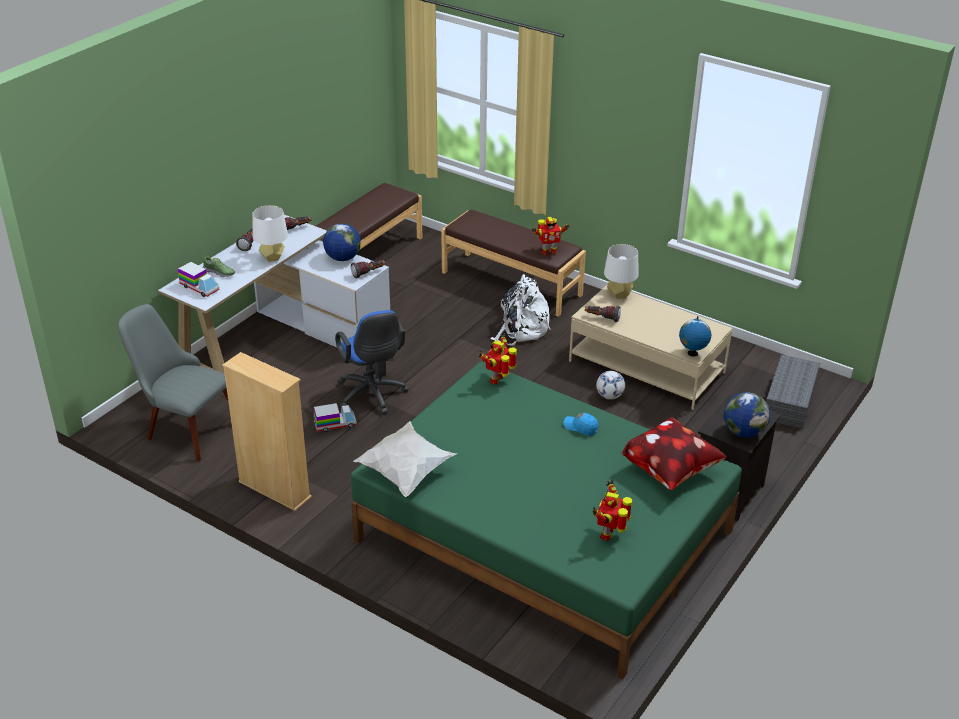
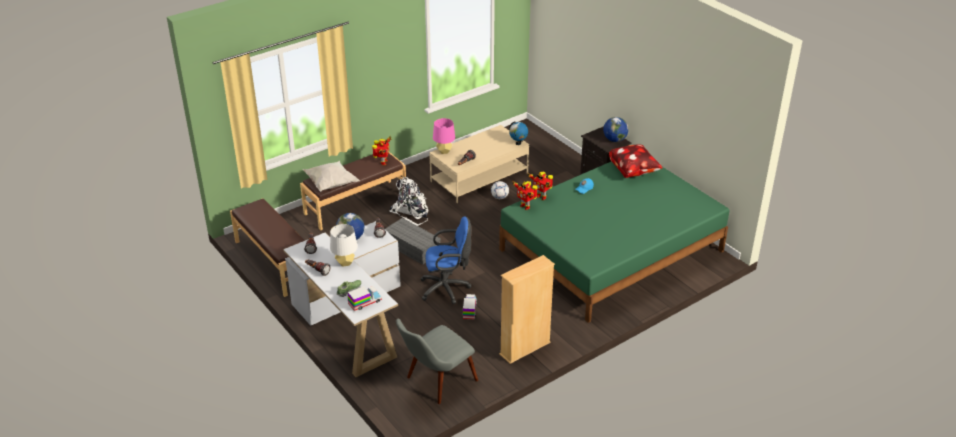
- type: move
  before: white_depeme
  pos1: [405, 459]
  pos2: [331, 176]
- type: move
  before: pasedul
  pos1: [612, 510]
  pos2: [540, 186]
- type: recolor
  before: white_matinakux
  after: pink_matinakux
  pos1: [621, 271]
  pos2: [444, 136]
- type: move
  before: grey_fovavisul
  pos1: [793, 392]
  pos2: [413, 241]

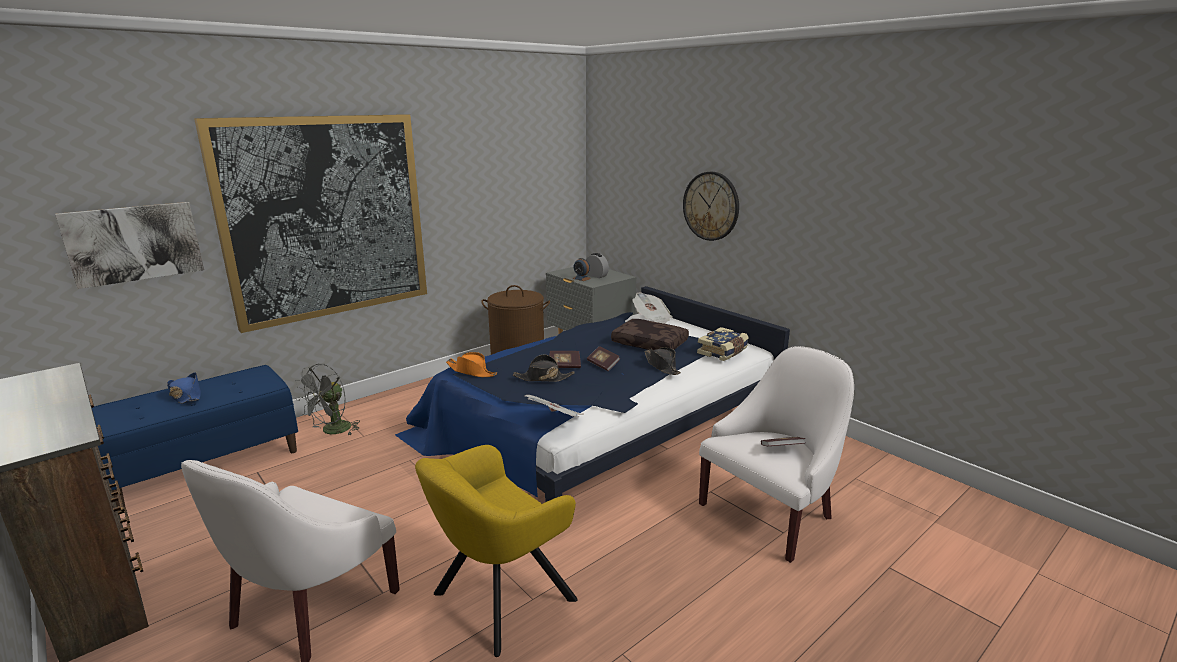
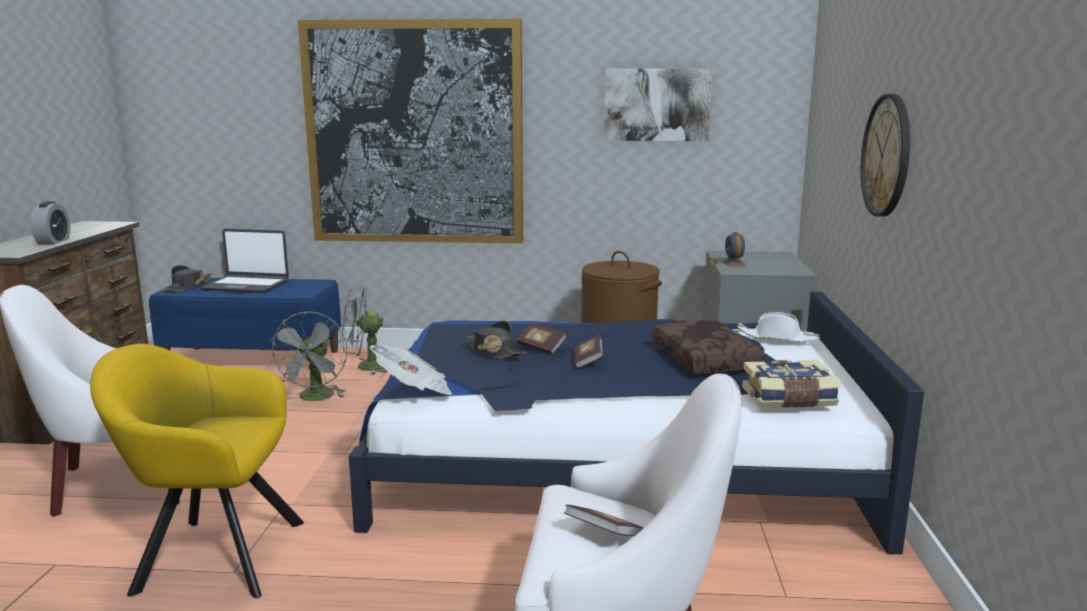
- type: move
  before: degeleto
  pos1: [129, 245]
  pos2: [658, 105]
- type: replace
  before: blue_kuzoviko
  after: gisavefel
  pos1: [184, 388]
  pos2: [245, 261]
- type: delete
  before: orange_kuzoviko
  pos1: [471, 364]
- type: move
  before: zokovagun
  pos1: [597, 265]
  pos2: [50, 223]
- type: replace
  before: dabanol
  after: white_kuzoviko
  pos1: [652, 308]
  pos2: [778, 327]
- type: move
  before: black_kuzoviko
  pos1: [662, 361]
  pos2: [187, 278]
- type: insert
  after: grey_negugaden
  pos2: [308, 356]

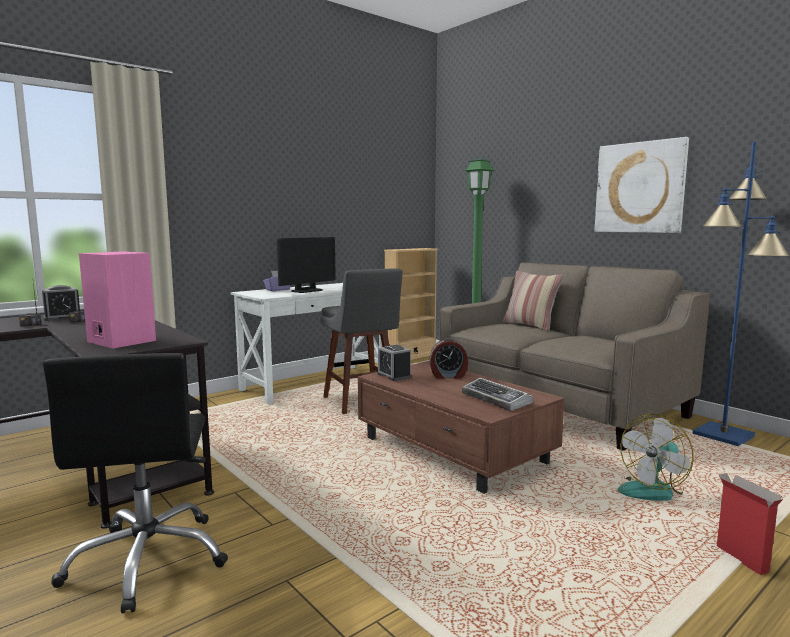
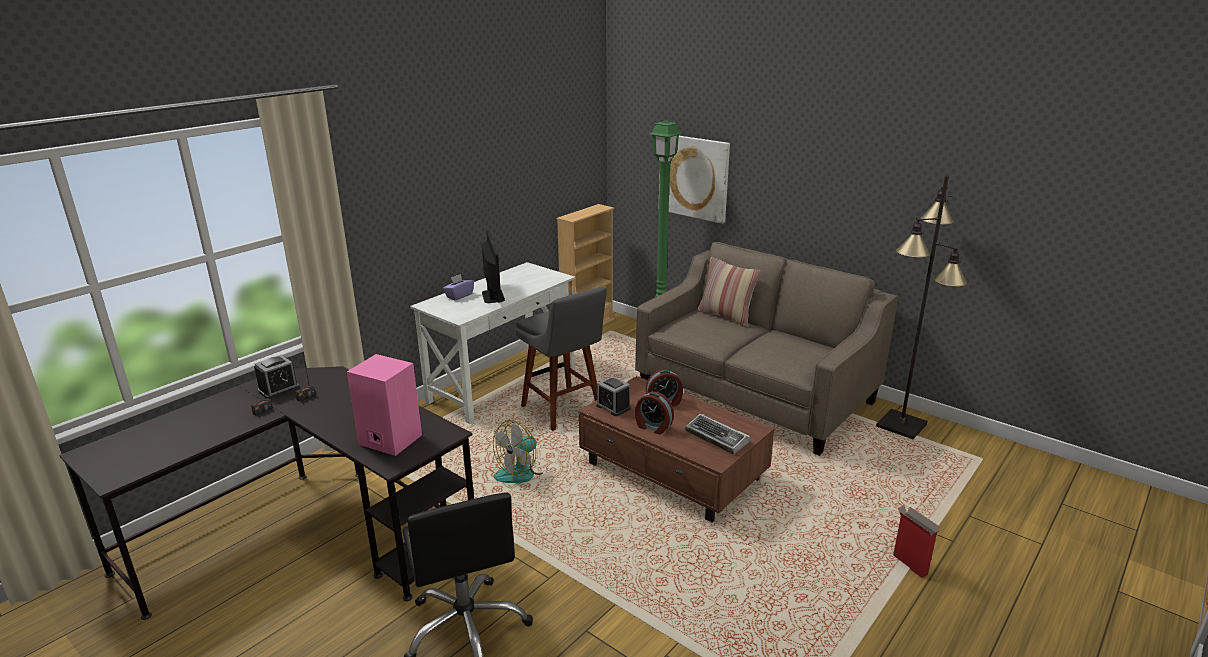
- type: rotate
  before: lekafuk
  pos1: [306, 265]
  pos2: [493, 266]
  turn: -45
- type: move
  before: degeleto
  pos1: [641, 185]
  pos2: [694, 180]
- type: move
  before: negugaden
  pos1: [656, 457]
  pos2: [520, 451]
- type: recolor
  before: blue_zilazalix
  after: black_zilazalix
  pos1: [741, 294]
  pos2: [921, 307]
- type: insert
  after: zokovagun
  pos2: [654, 413]

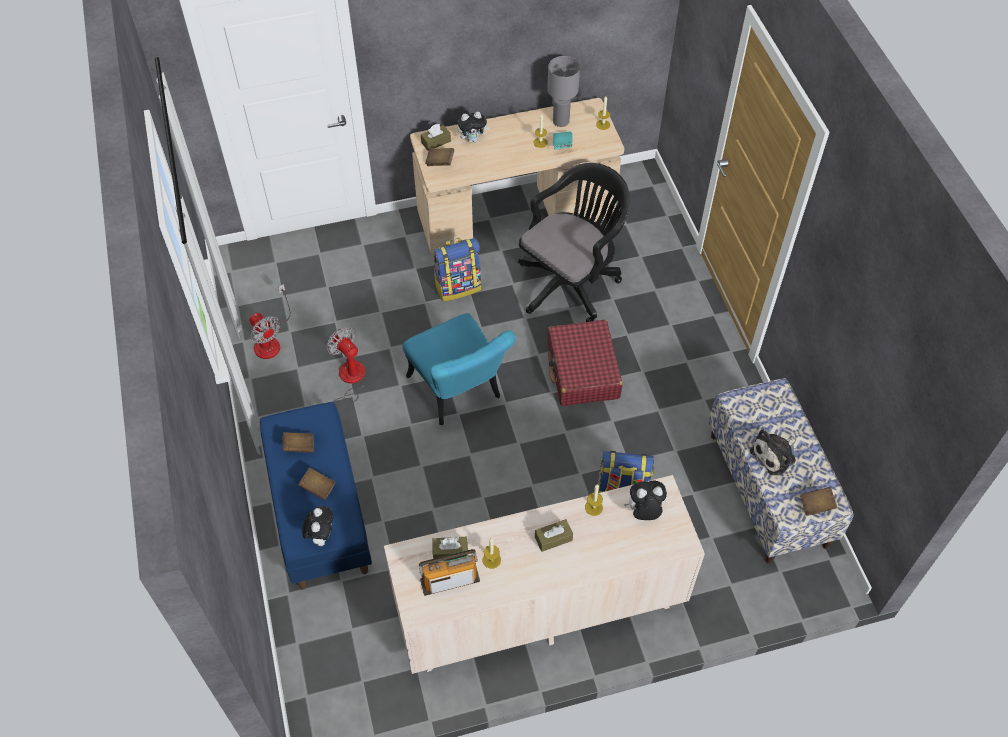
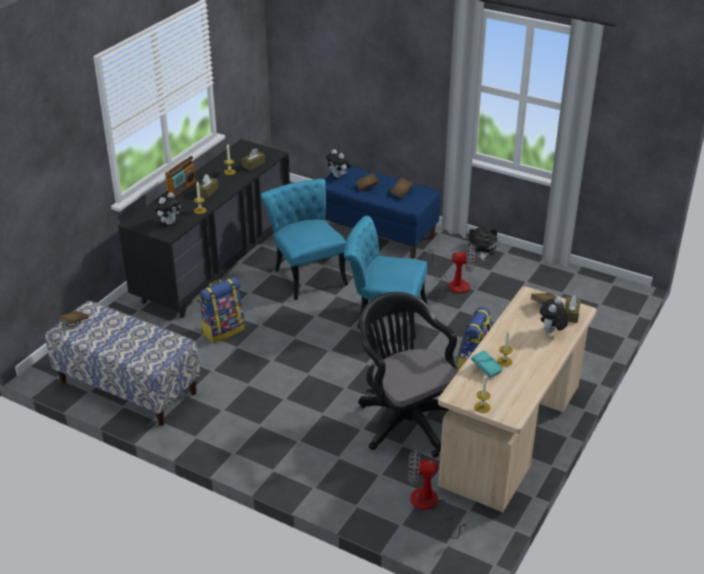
- type: move
  before: negugaden
  pos1: [270, 321]
  pos2: [437, 494]
- type: recolor
  before: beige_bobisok
  after: black_bobisok
  pos1: [544, 574]
  pos2: [204, 228]
- type: move
  before: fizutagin
  pos1: [449, 572]
  pos2: [181, 176]
- type: rotate
  before: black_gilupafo
  pos1: [574, 242]
  pos2: [408, 375]
  turn: 150
- type: delete
  before: grey_matinakux
  pos1: [563, 91]
- type: delete
  before: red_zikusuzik
  pos1: [585, 363]
- type: move
  before: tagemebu
  pos1: [773, 452]
  pos2: [482, 244]
- type: insert
  after: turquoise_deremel
  pos2: [304, 239]

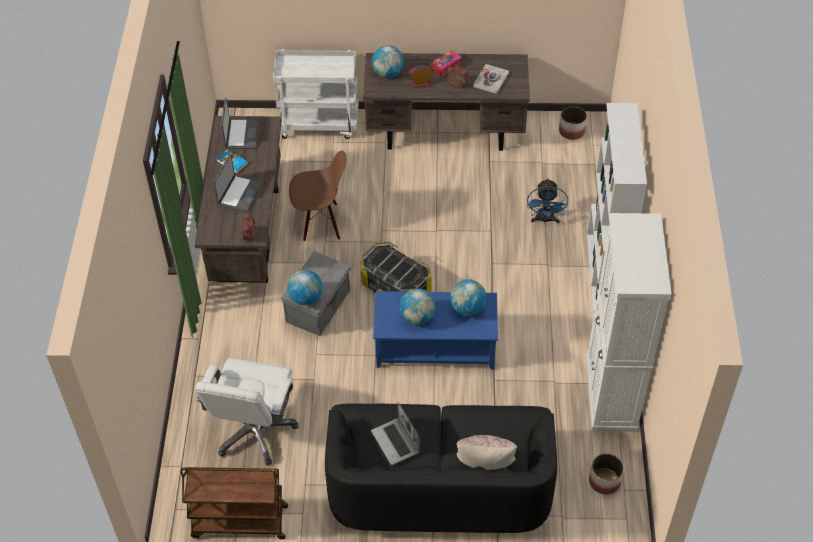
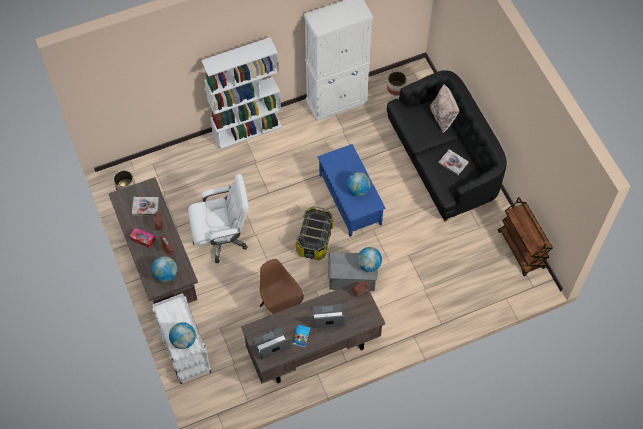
- type: move
  before: white_gilupafo
  pos1: [247, 412]
  pos2: [218, 218]
- type: replace
  before: gisavefel
  after: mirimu
  pos1: [395, 433]
  pos2: [453, 162]
- type: move
  before: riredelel
  pos1: [468, 298]
  pos2: [182, 335]
- type: delete
  before: blue_negugaden
  pos1: [547, 201]

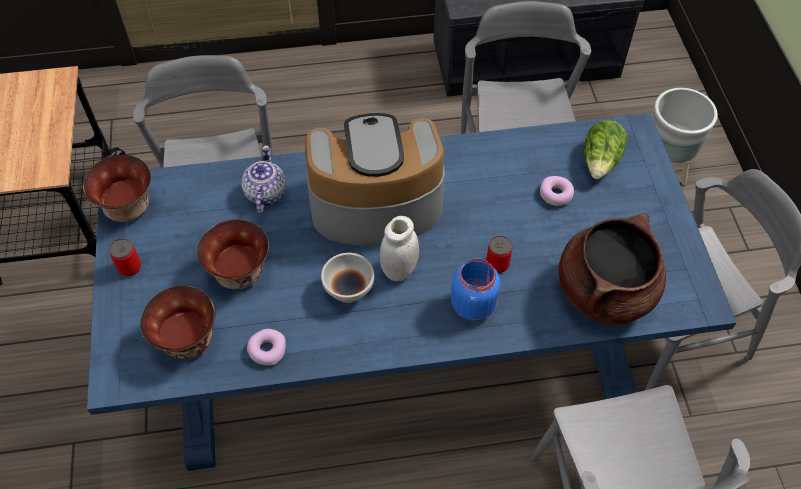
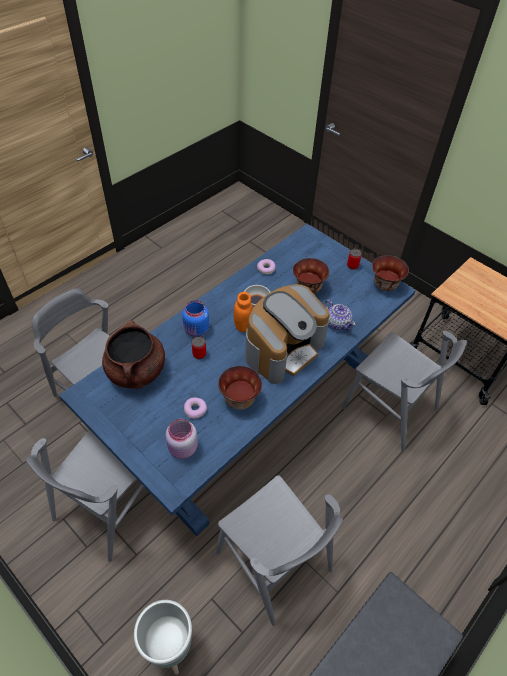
- type: move
  before: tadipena
  pos1: [178, 322]
  pos2: [240, 388]
- type: recolor
  before: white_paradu
  after: orange_paradu
  pos1: [399, 249]
  pos2: [243, 312]
- type: replace
  before: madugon
  after: pink_paradu
  pos1: [606, 149]
  pos2: [182, 439]

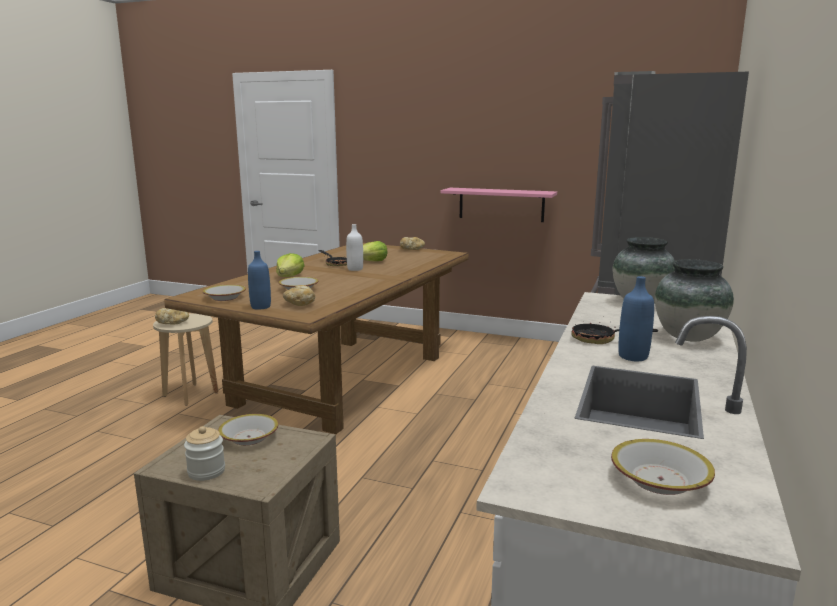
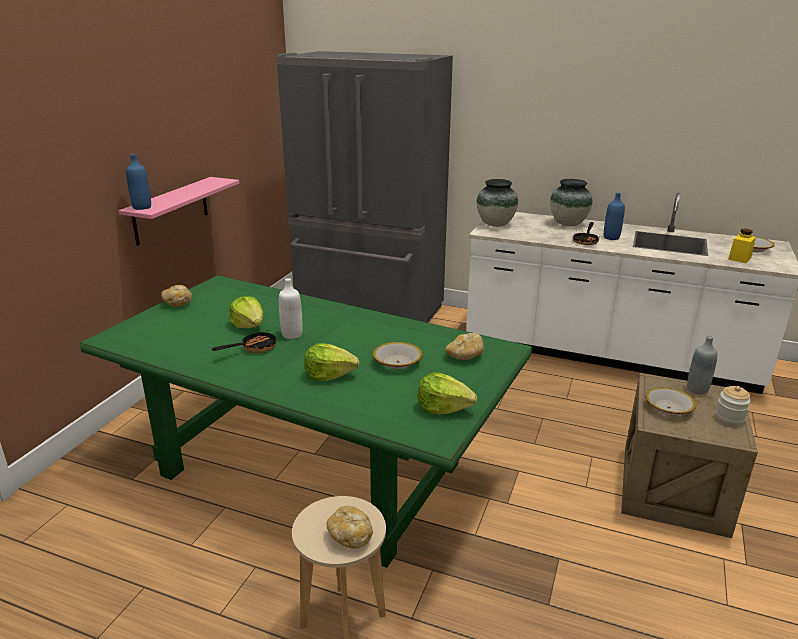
- type: recolor
  before: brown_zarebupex
  after: green_zarebupex
  pos1: [316, 338]
  pos2: [305, 421]
- type: replace
  before: tadipena
  after: madugon
  pos1: [224, 293]
  pos2: [447, 393]
- type: move
  before: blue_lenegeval
  pos1: [259, 280]
  pos2: [138, 182]
- type: insert
  after: grey_lenegeval
  pos2: [702, 365]
- type: insert
  after: yellow_paradu
  pos2: [742, 246]

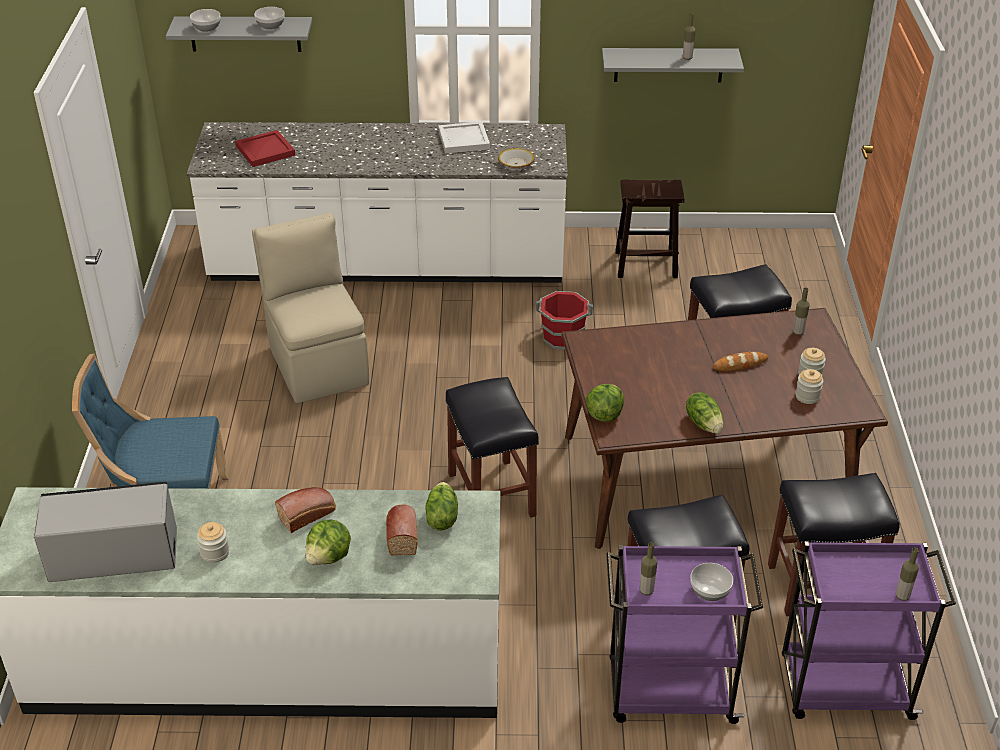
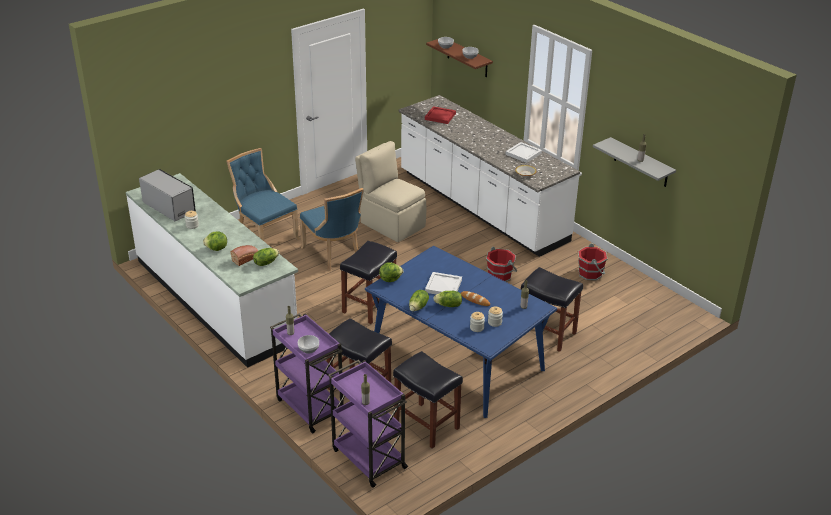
- type: recolor
  before: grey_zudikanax
  after: brown_zudikanax
  pos1: [239, 34]
  pos2: [459, 58]
- type: rotate
  before: beige_deremel
  pos1: [310, 308]
  pos2: [390, 191]
  turn: -75
- type: delete
  before: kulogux
  pos1: [305, 510]
- type: recolor
  before: brown_zarebupex
  after: blue_zarebupex
  pos1: [724, 428]
  pos2: [461, 331]
- type: replace
  before: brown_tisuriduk
  after: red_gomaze
  pos1: [650, 228]
  pos2: [593, 262]
- type: insert
  after: blue_deremel
  pos2: [332, 229]
- type: insert
  after: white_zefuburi
  pos2: [443, 283]
- type: insert
  after: madugon
  pos2: [447, 299]

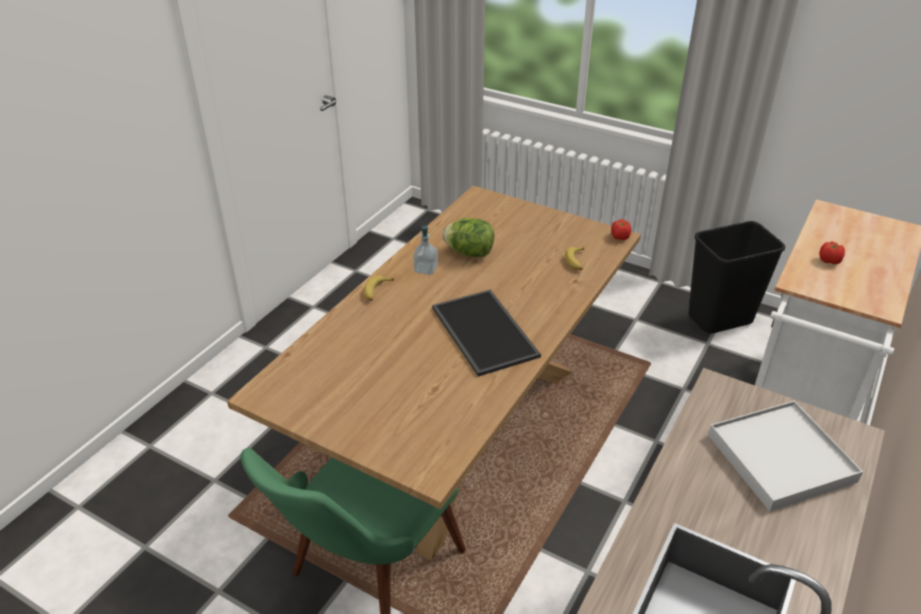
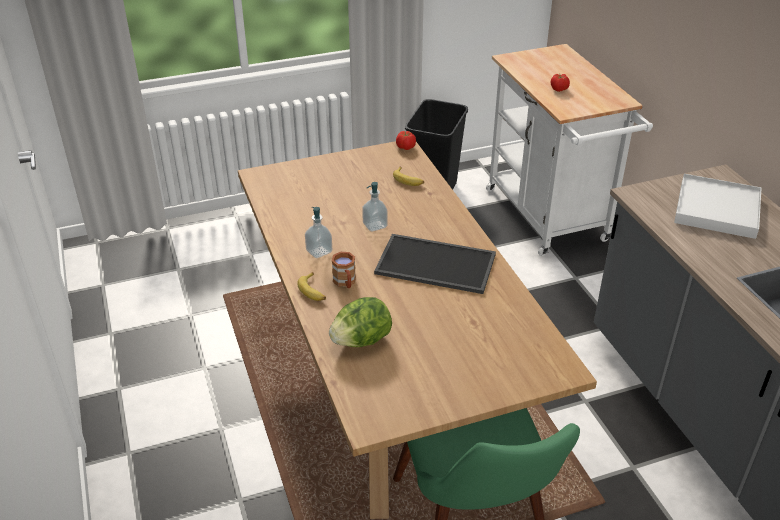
- type: move
  before: madugon
  pos1: [468, 237]
  pos2: [360, 322]
- type: insert
  after: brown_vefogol
  pos2: [344, 270]
- type: insert
  after: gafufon
  pos2: [375, 207]

